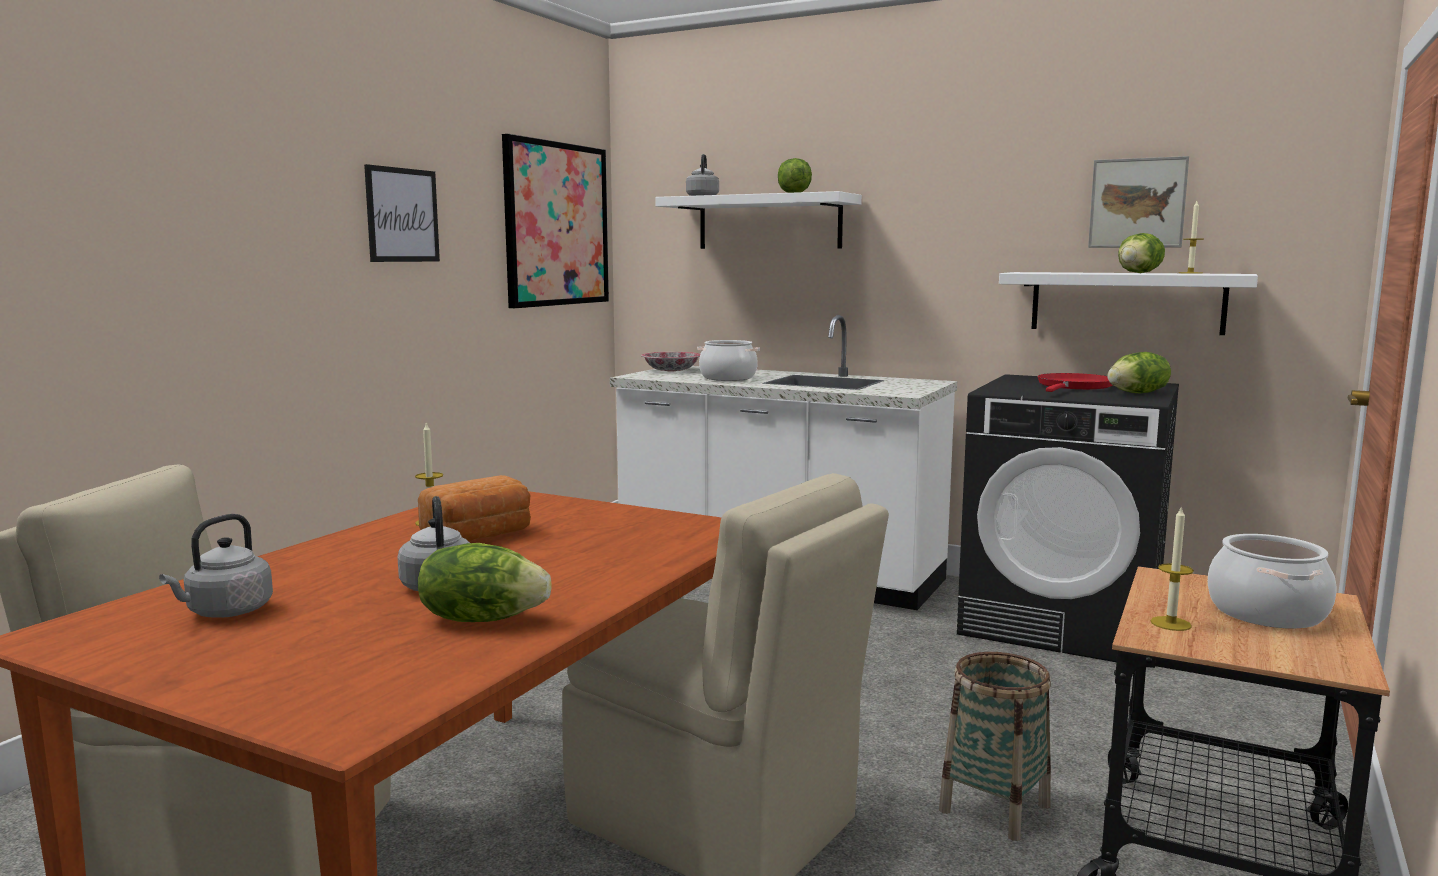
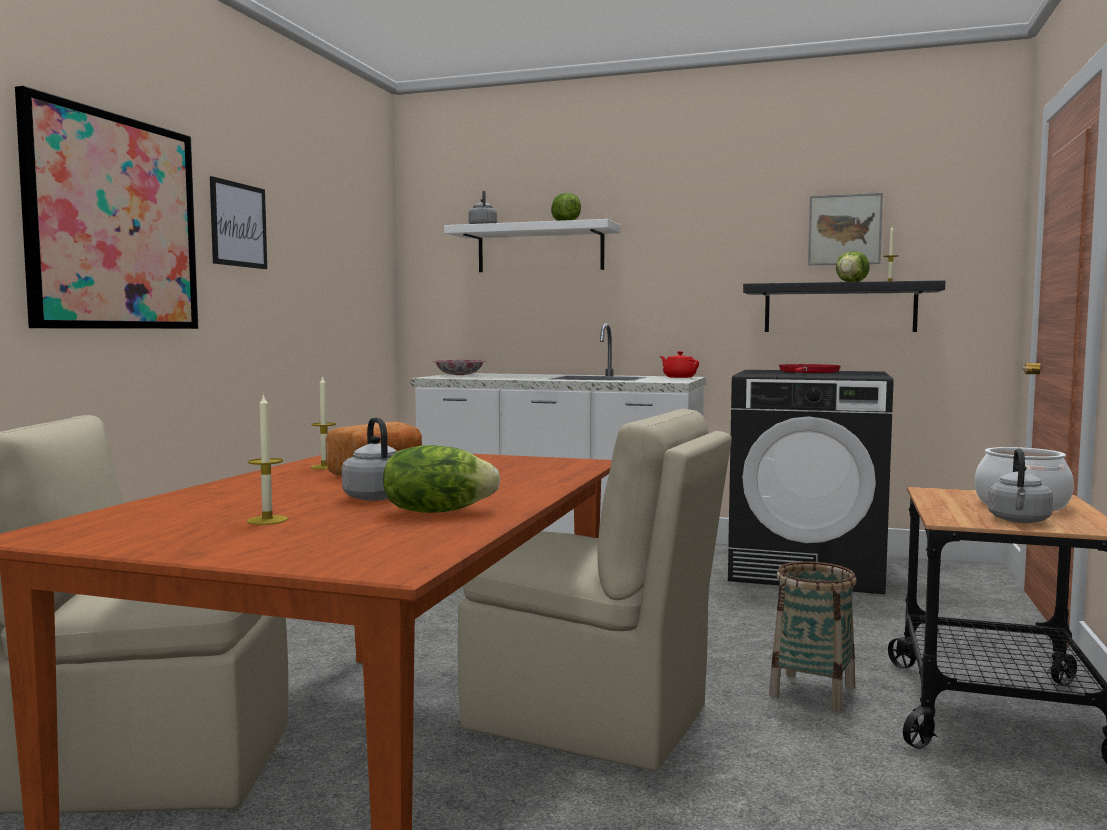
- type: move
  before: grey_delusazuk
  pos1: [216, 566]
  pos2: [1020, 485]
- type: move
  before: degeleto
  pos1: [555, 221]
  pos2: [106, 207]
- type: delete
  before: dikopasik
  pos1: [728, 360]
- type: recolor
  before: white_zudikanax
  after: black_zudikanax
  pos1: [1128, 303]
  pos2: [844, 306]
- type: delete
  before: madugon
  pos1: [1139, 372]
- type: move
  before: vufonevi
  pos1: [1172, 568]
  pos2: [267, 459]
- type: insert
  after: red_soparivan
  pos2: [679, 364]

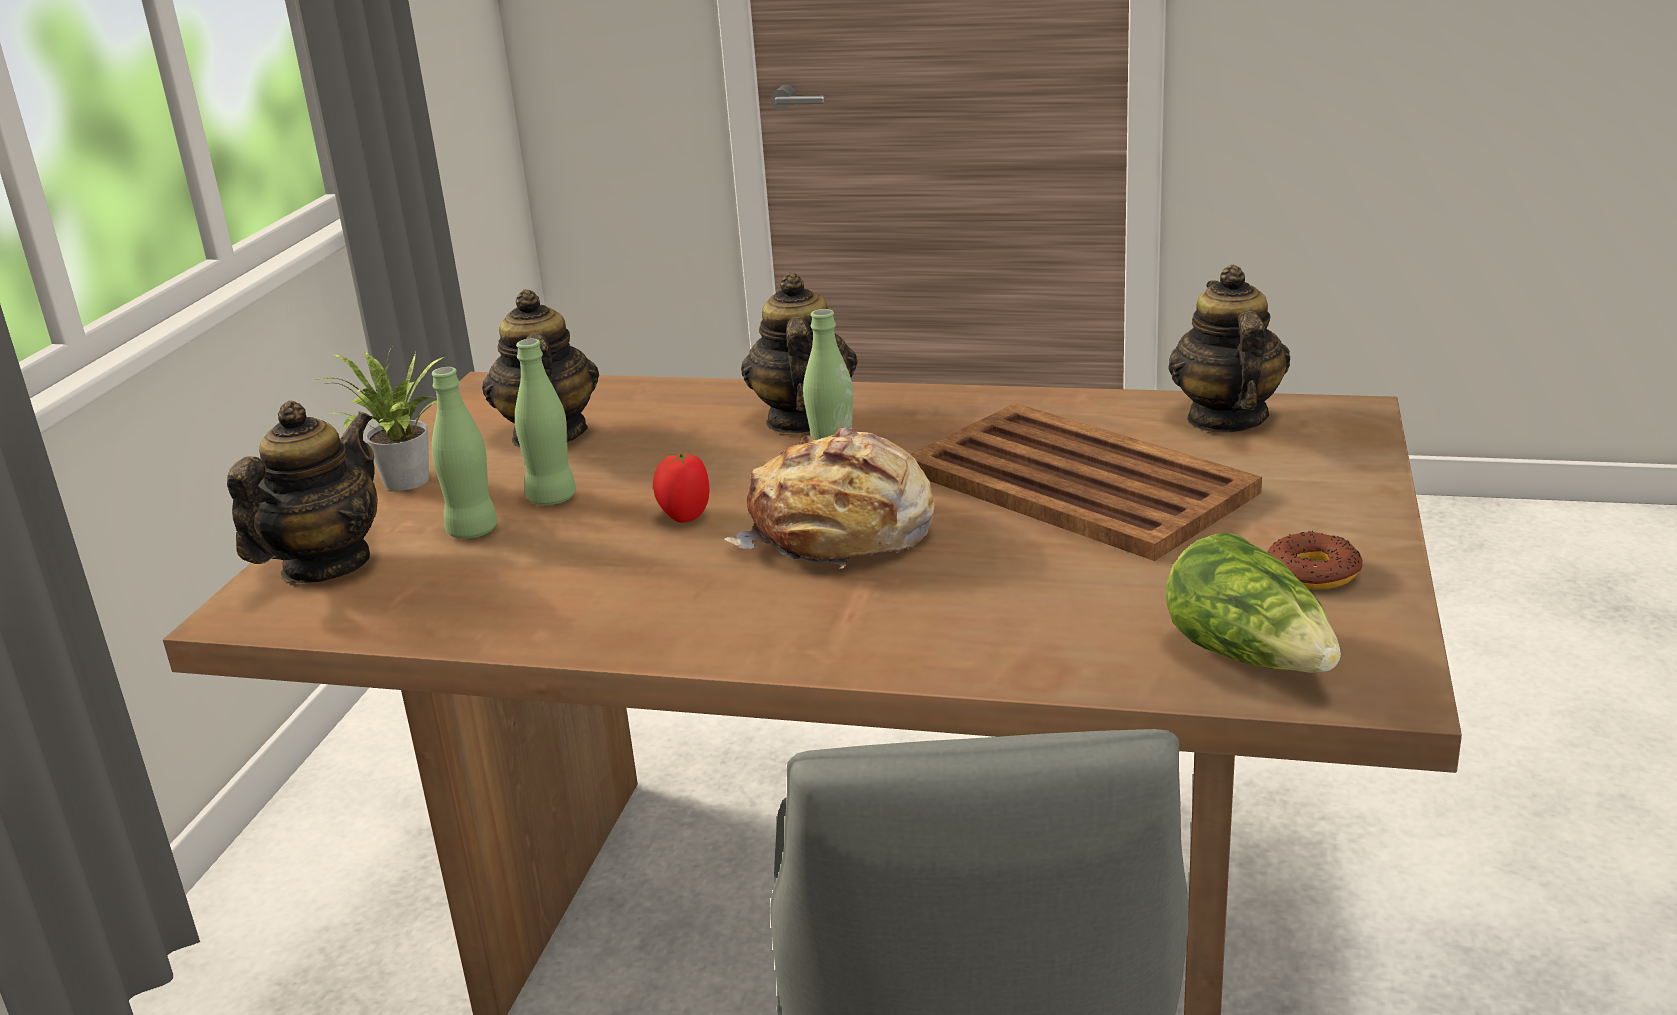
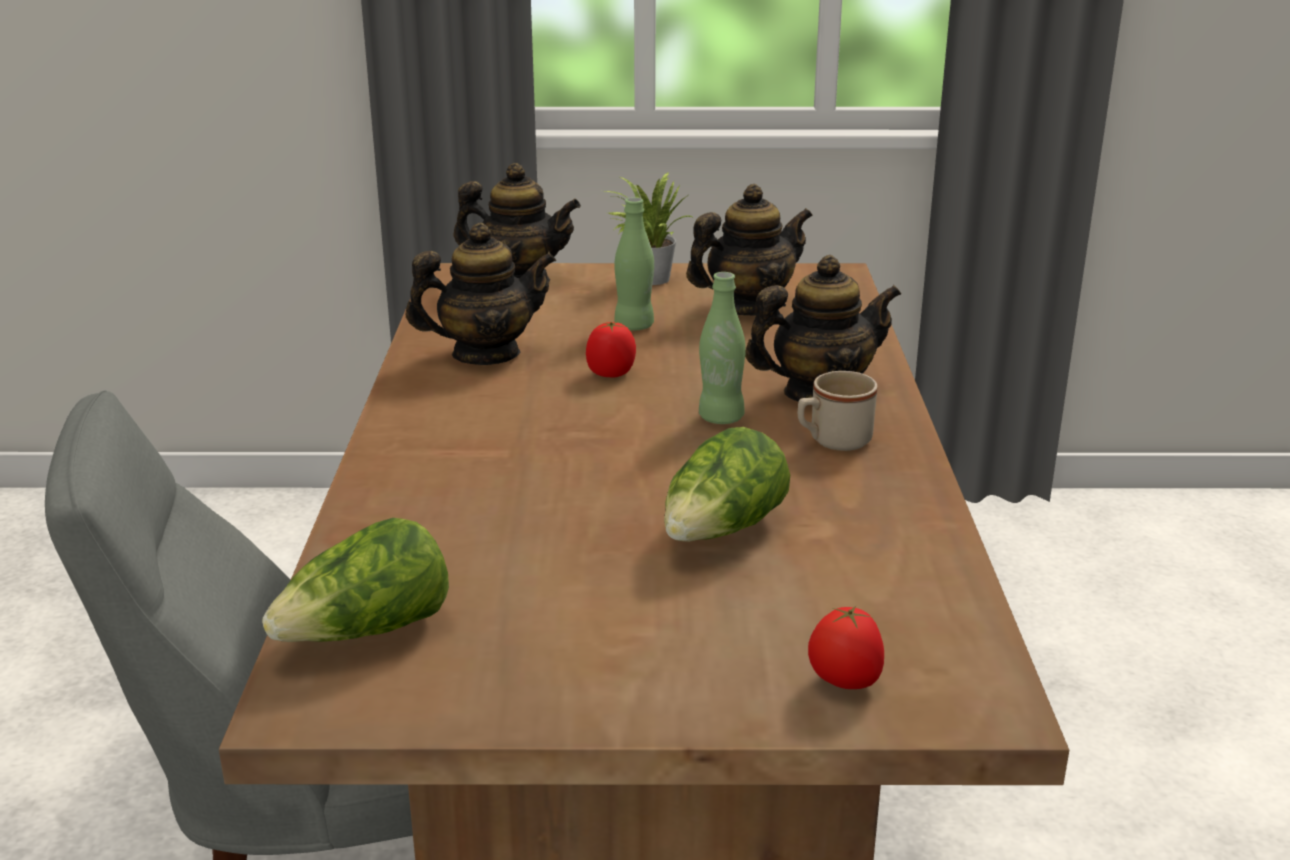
- type: delete
  before: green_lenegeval
  pos1: [465, 453]
- type: delete
  before: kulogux
  pos1: [829, 498]
- type: replace
  before: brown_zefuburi
  after: madugon
  pos1: [1086, 482]
  pos2: [727, 484]
- type: move
  before: soparivan
  pos1: [1229, 348]
  pos2: [481, 294]
- type: delete
  before: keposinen
  pos1: [1315, 560]
- type: insert
  after: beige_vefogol
  pos2: [838, 411]
- type: insert
  after: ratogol
  pos2: [846, 647]

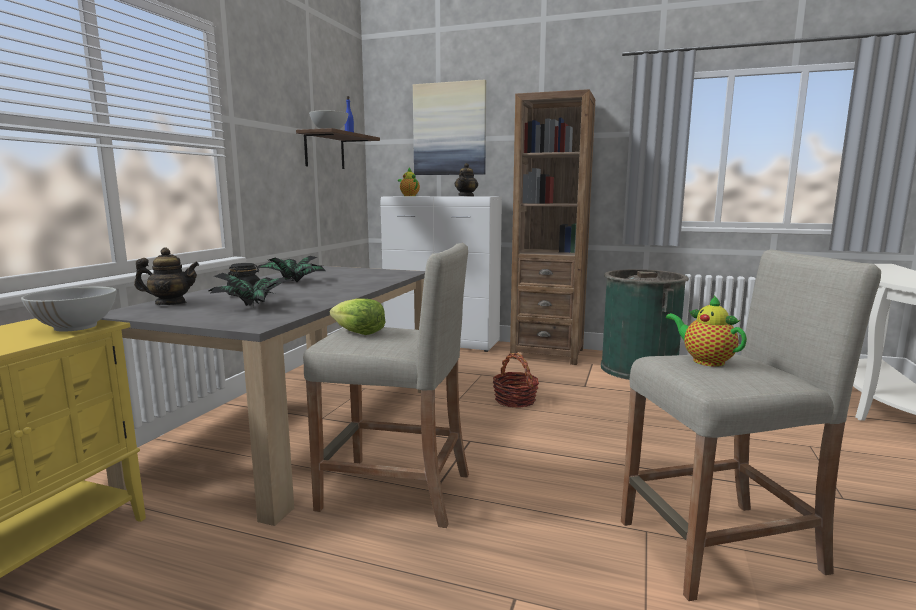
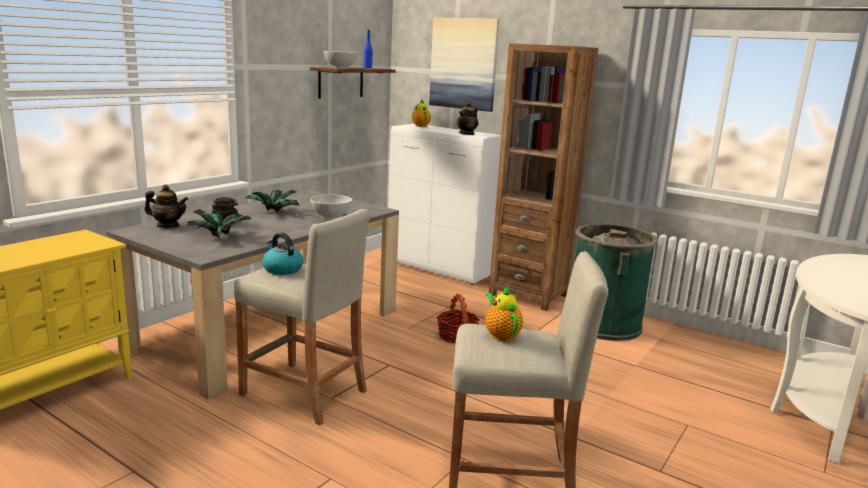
- type: move
  before: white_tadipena
  pos1: [69, 309]
  pos2: [331, 206]
- type: replace
  before: madugon
  after: delusazuk
  pos1: [357, 316]
  pos2: [282, 254]

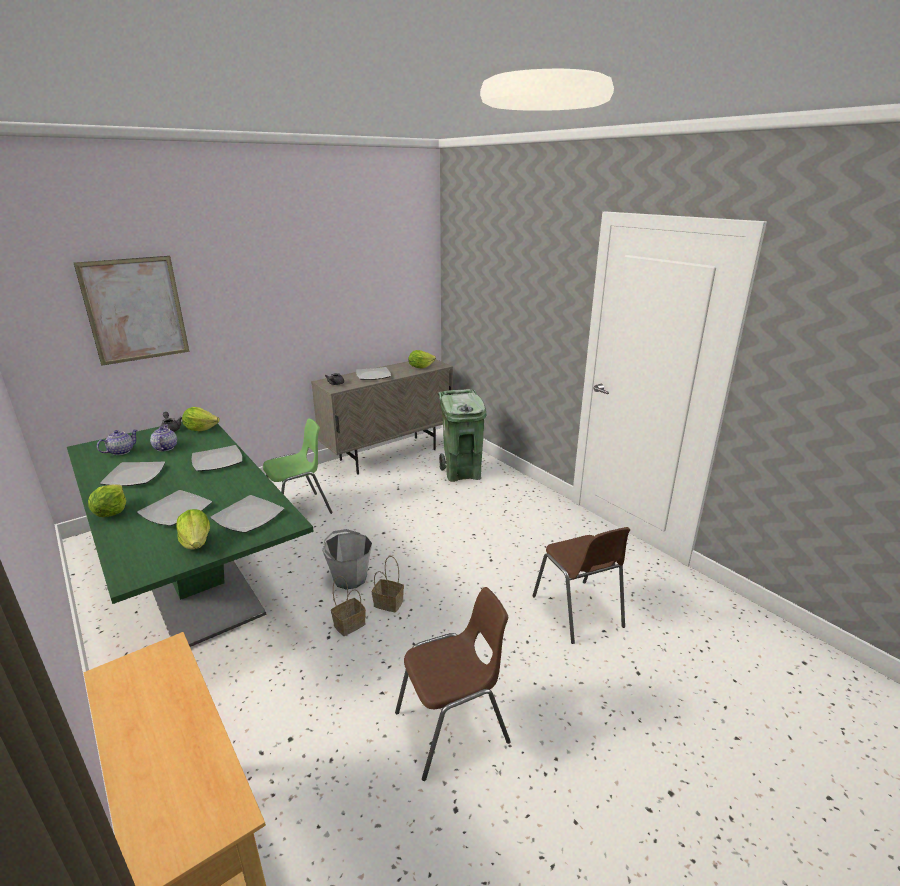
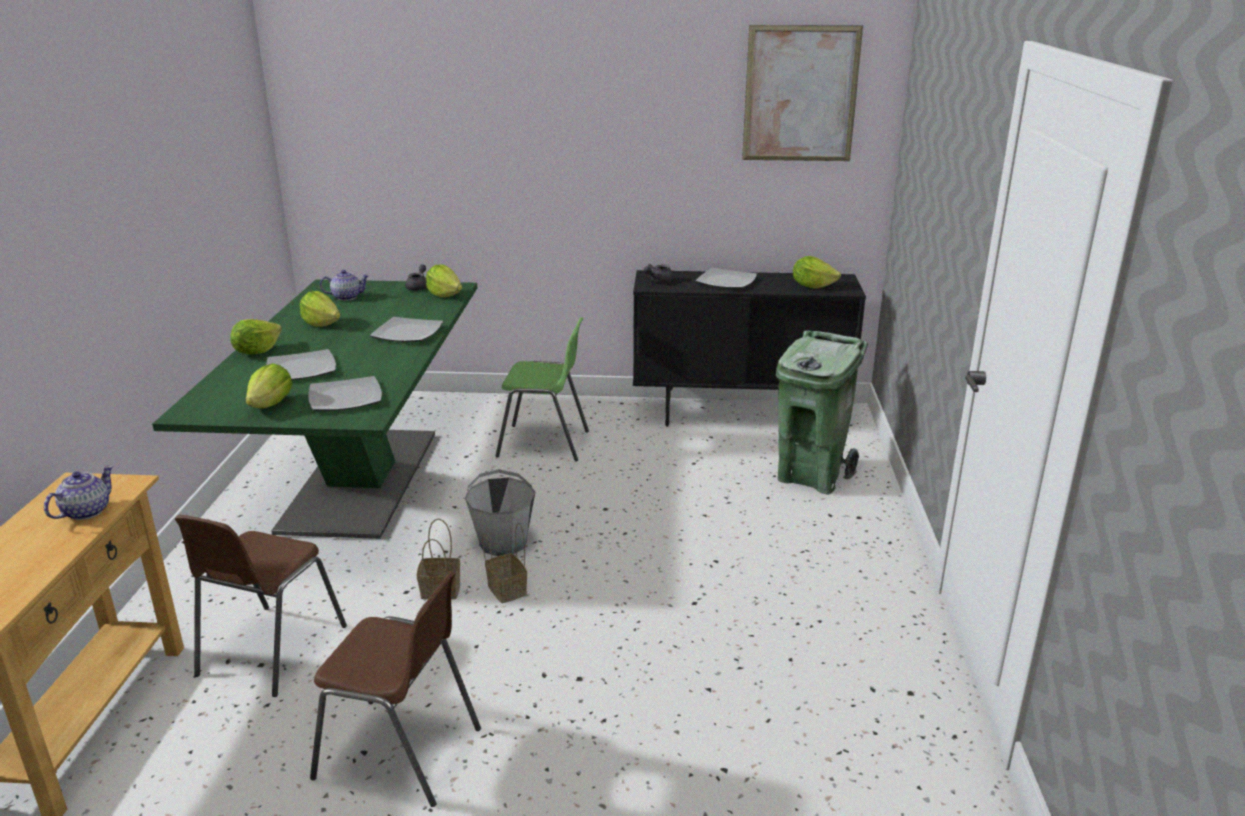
- type: move
  before: degeleto
  pos1: [131, 311]
  pos2: [802, 93]
- type: replace
  before: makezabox
  after: madugon
  pos1: [132, 474]
  pos2: [320, 309]
- type: move
  before: soparivan
  pos1: [163, 438]
  pos2: [78, 492]
- type: recolor
  before: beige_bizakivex
  after: black_bizakivex
  pos1: [382, 417]
  pos2: [749, 348]
- type: move
  before: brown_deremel
  pos1: [581, 585]
  pos2: [261, 606]

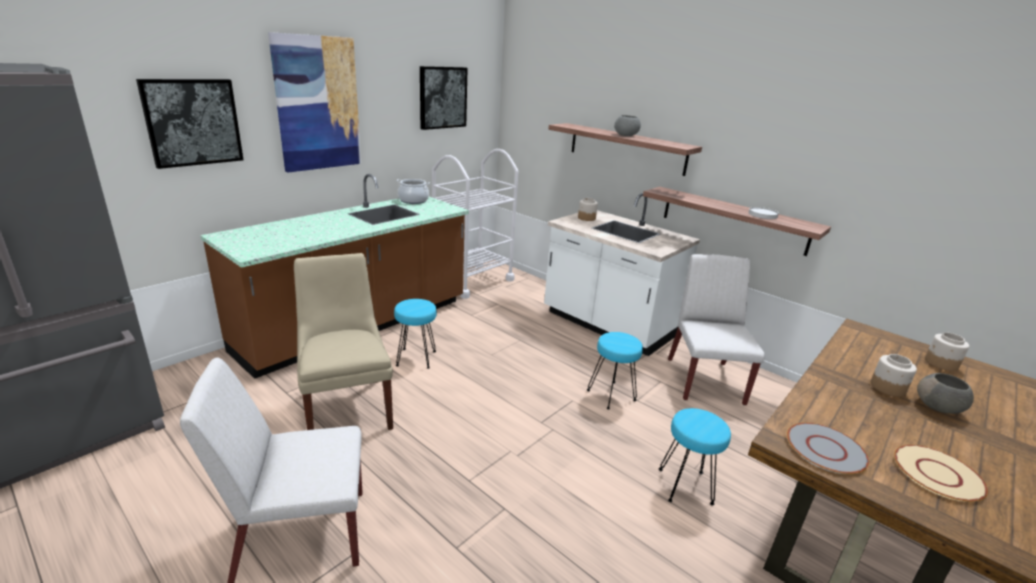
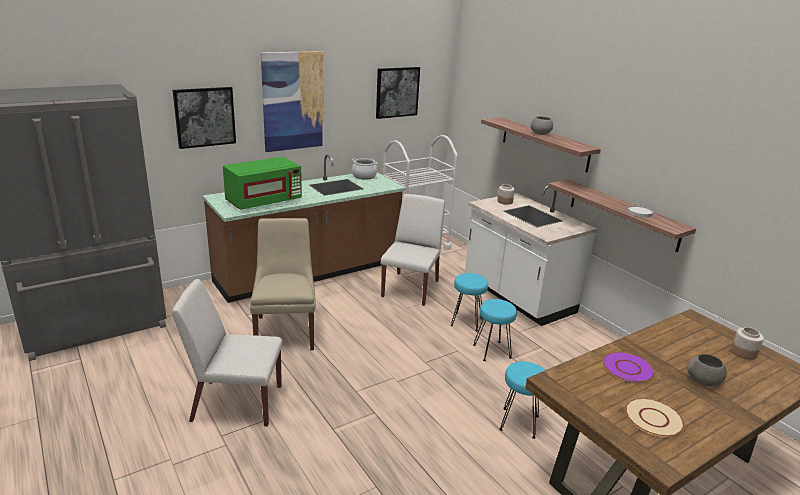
- type: move
  before: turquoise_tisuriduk
  pos1: [415, 334]
  pos2: [469, 302]
- type: move
  before: white_deremel
  pos1: [716, 330]
  pos2: [413, 250]
- type: delete
  before: grey_makezabox
  pos1: [828, 448]
- type: delete
  before: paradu
  pos1: [893, 375]
- type: insert
  after: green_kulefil
  pos2: [262, 183]
- type: insert
  after: purple_makezabox
  pos2: [629, 367]

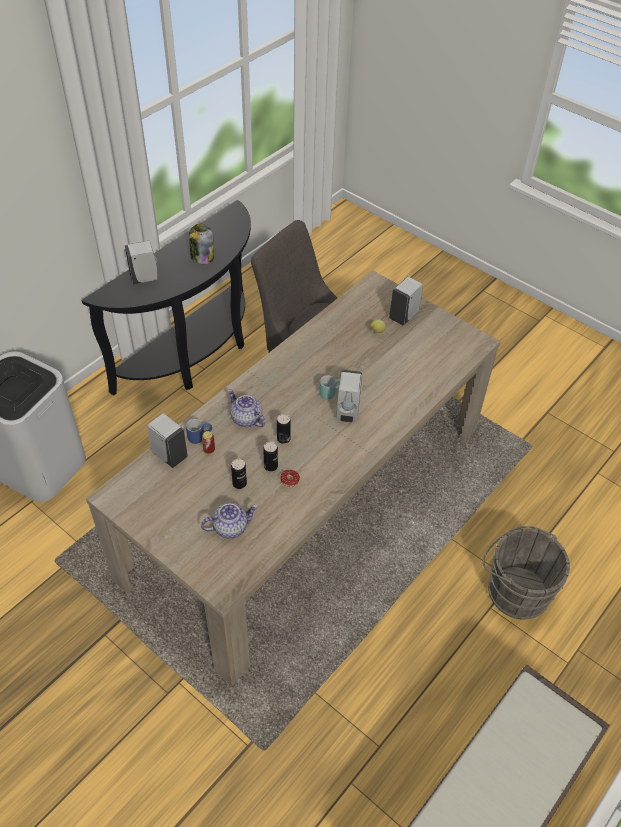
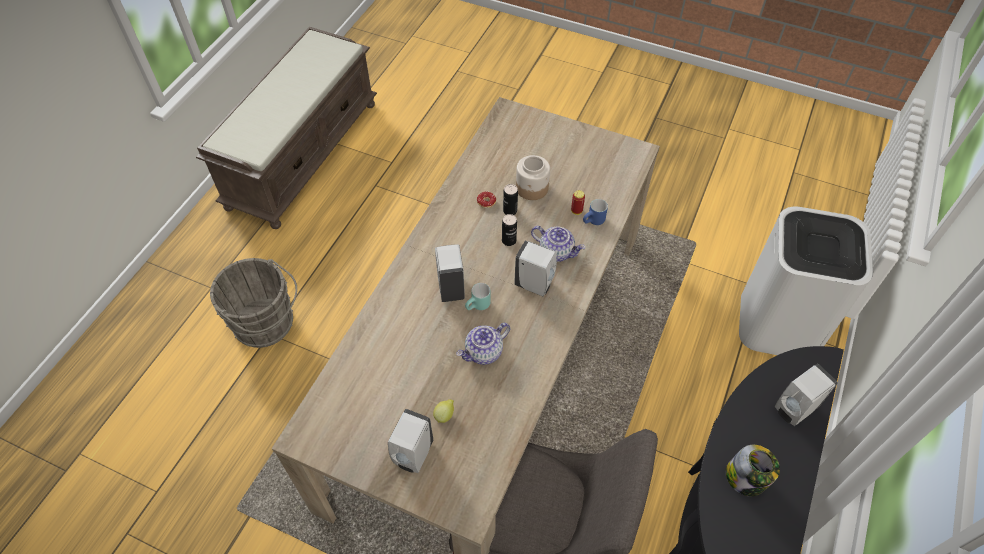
- type: move
  before: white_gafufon
  pos1: [167, 440]
  pos2: [535, 268]
- type: move
  before: soparivan
  pos1: [229, 521]
  pos2: [483, 344]
- type: replace
  before: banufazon
  after: paradu
  pos1: [239, 474]
  pos2: [533, 177]

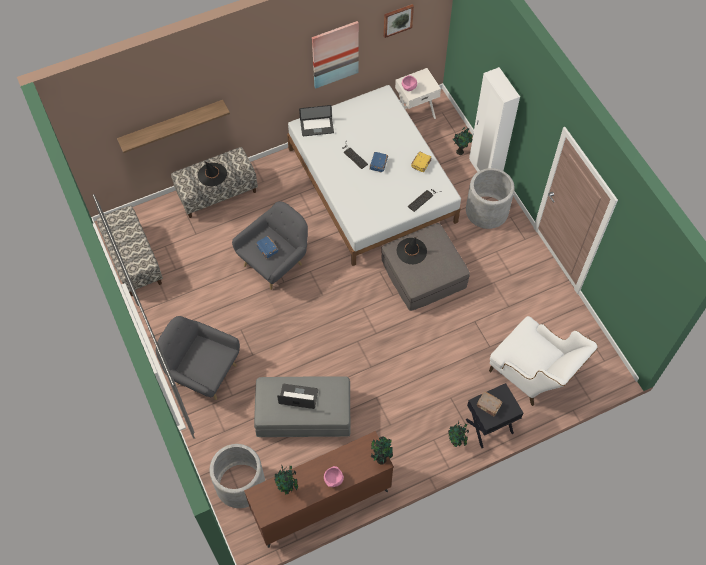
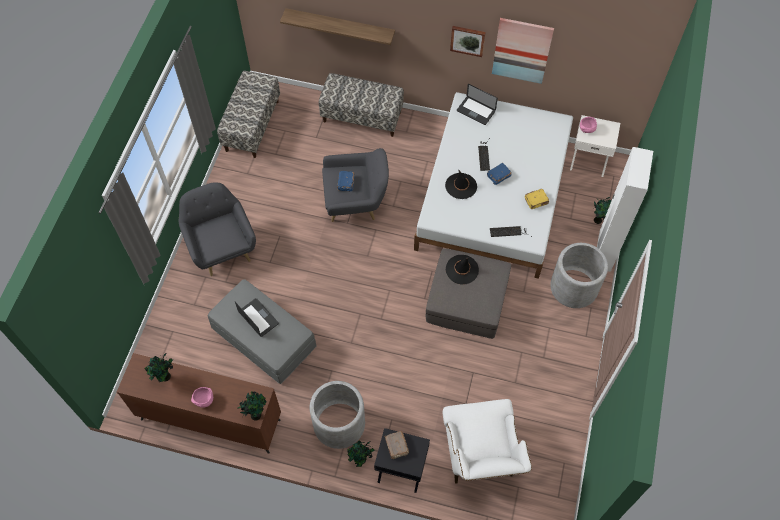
- type: move
  before: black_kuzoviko
  pos1: [212, 173]
  pos2: [461, 184]
- type: move
  before: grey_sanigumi
  pos1: [237, 476]
  pos2: [337, 415]
- type: move
  before: degeleto
  pos1: [399, 21]
  pos2: [468, 41]

